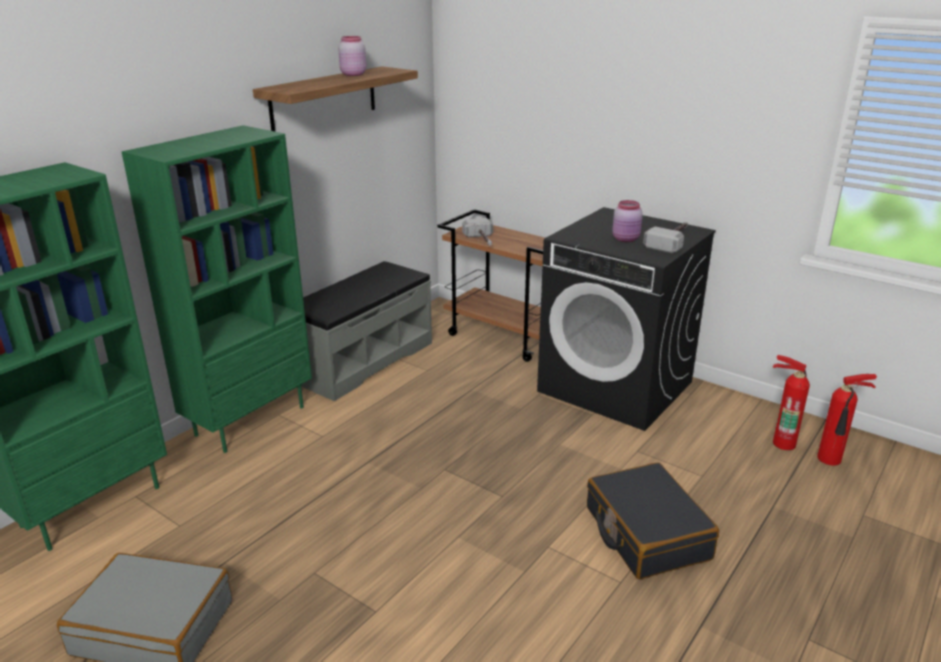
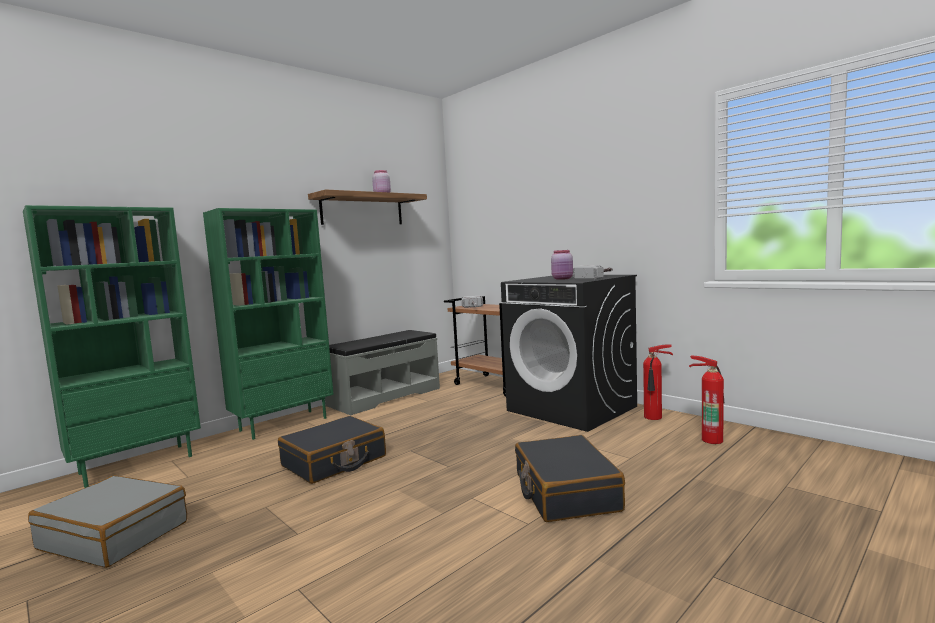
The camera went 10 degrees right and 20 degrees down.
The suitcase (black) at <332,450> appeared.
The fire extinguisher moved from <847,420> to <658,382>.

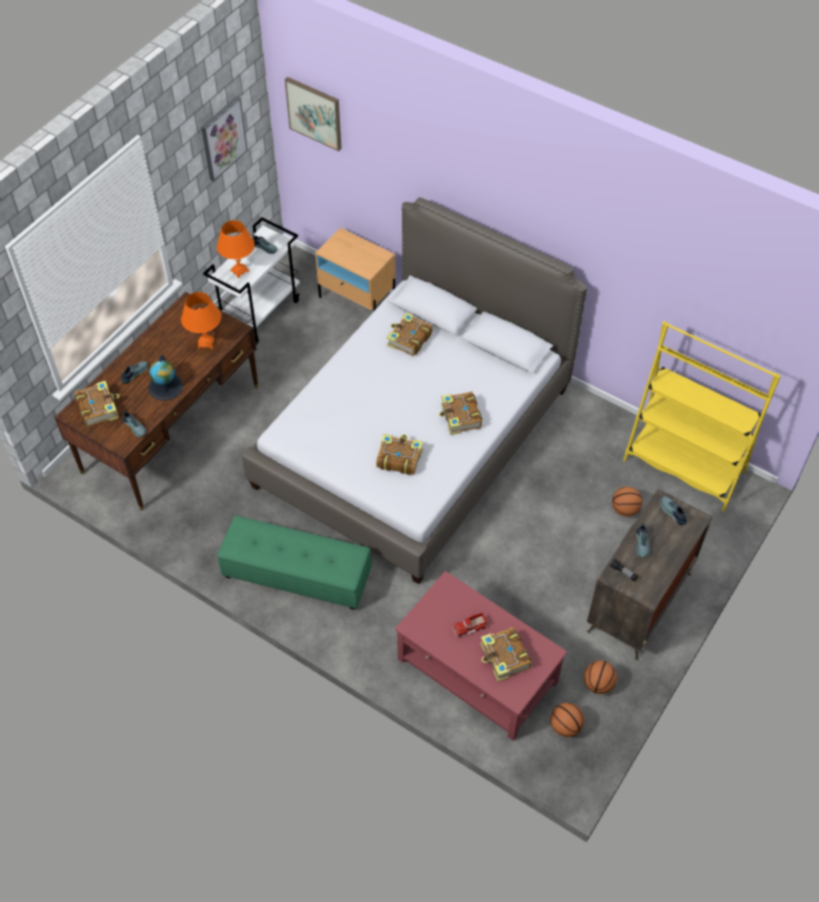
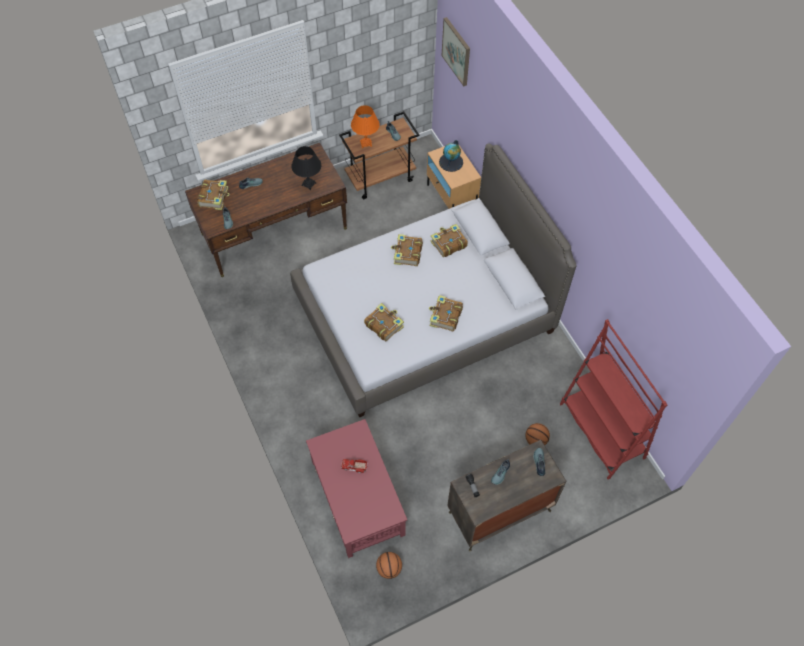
The camera went 30 degrees right and 5 degrees up.
The tabletop lamp (orange) at <201,320> became the tabletop lamp (black) at <306,168>.
The cart (white-coloured) at <251,281> became the cart (brown-coloured) at <379,155>.
The bound book moved from <506,654> to <407,250>.
The globe moved from <165,378> to <451,156>.
The shelving unit (yellowish) at <702,416> became the shelving unit (red) at <613,399>.
The wall art at <224,139> disappeared.
The footrest (green) at <294,562> disappeared.
The ball for basketball at <600,677> disappeared.

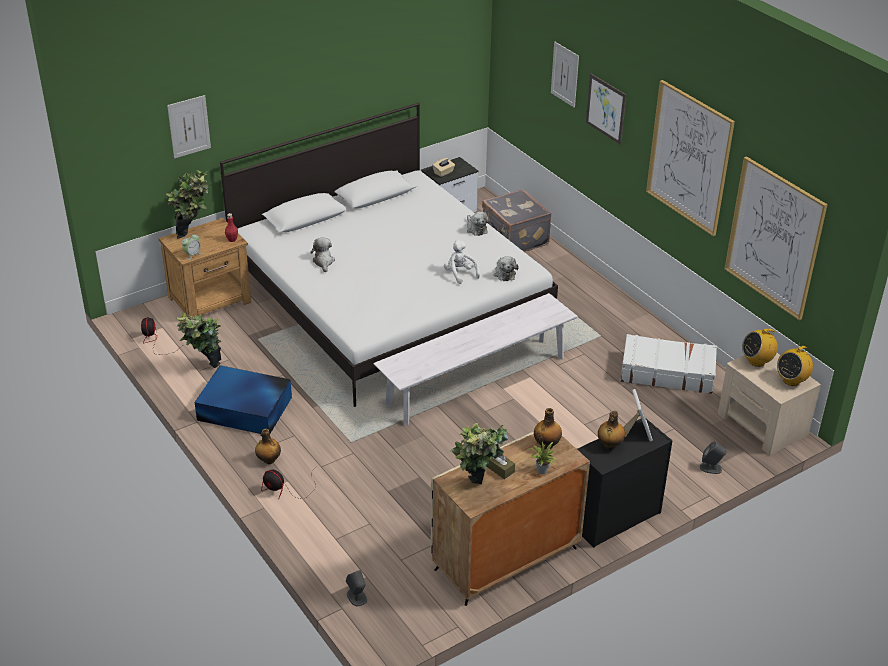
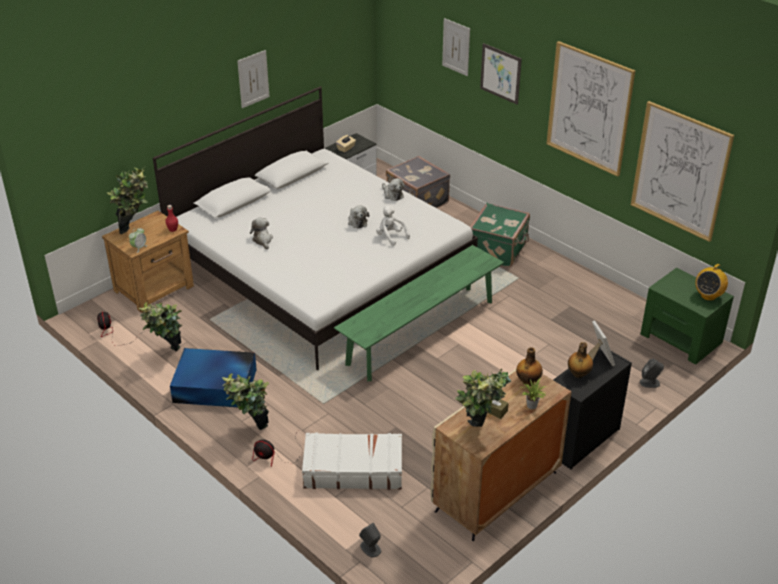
The camera went 10 degrees left and 0 degrees up.
The drink bottle at <268,446> was replaced by the potted plant at <245,401>.
The wall art moved from <189,126> to <253,79>.
The suitcase (white-coloured) moved from <668,364> to <352,461>.
The indoor bench (white-coloured) at <476,359> became the indoor bench (green) at <419,313>.
The plush toy moved from <506,268> to <358,217>.
The suitcase (green) at <500,235> appeared.
The nightstand (beige-coloured) at <769,404> became the nightstand (green) at <687,316>.
The radio set at <760,347> disappeared.

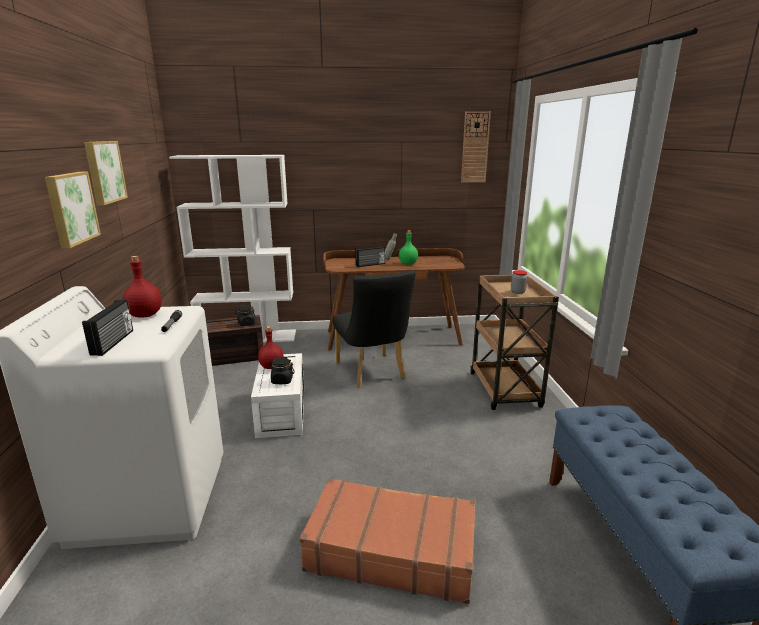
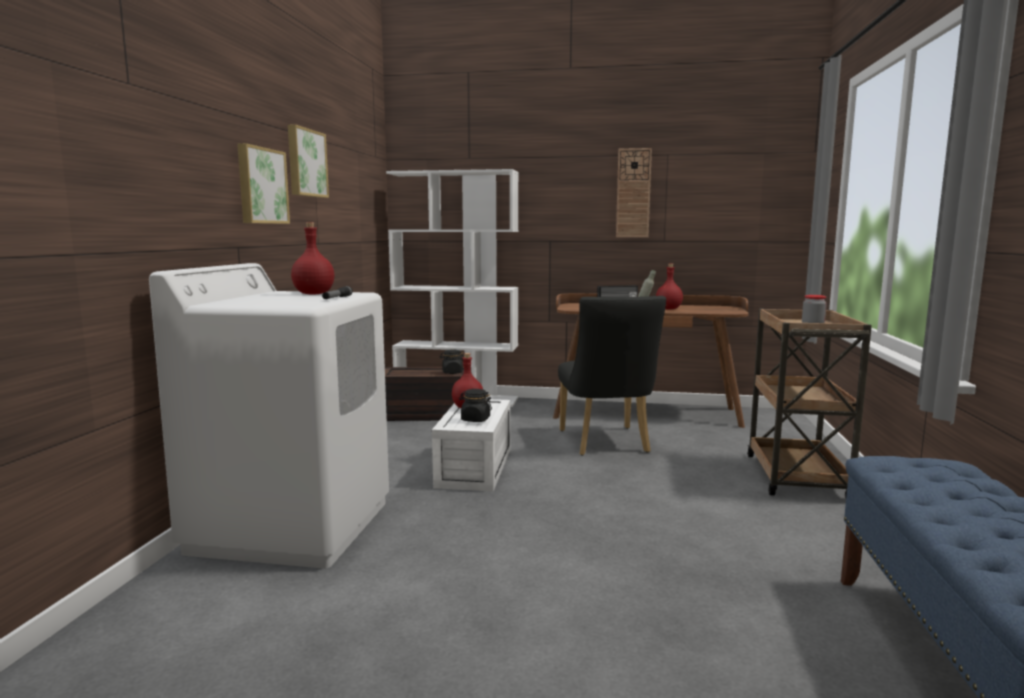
The camera went 15 degrees right and 10 degrees down.
The clock on the wall moved from <476,147> to <634,192>.
The drink bottle (green) at <408,247> became the drink bottle (red) at <669,286>.
The radio set at <107,328> disappeared.
The suitcase (brown-coloured) at <388,541> disappeared.

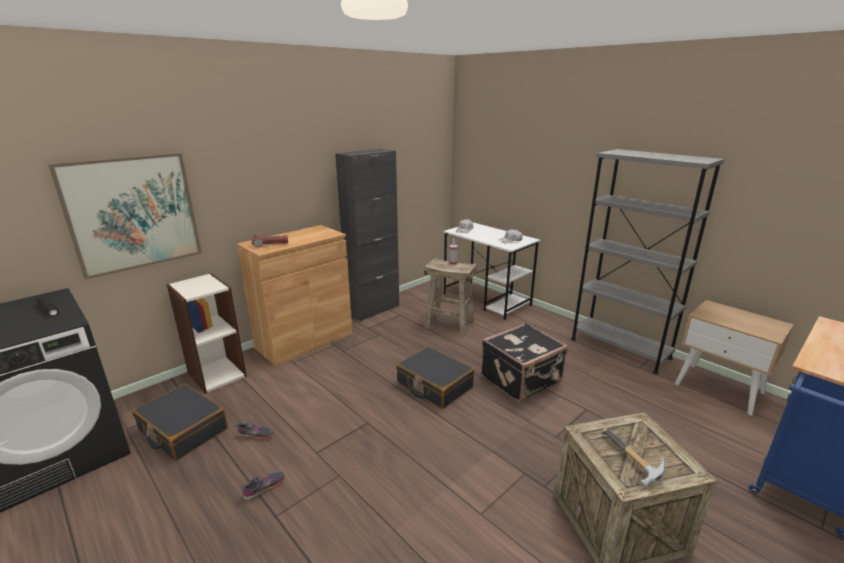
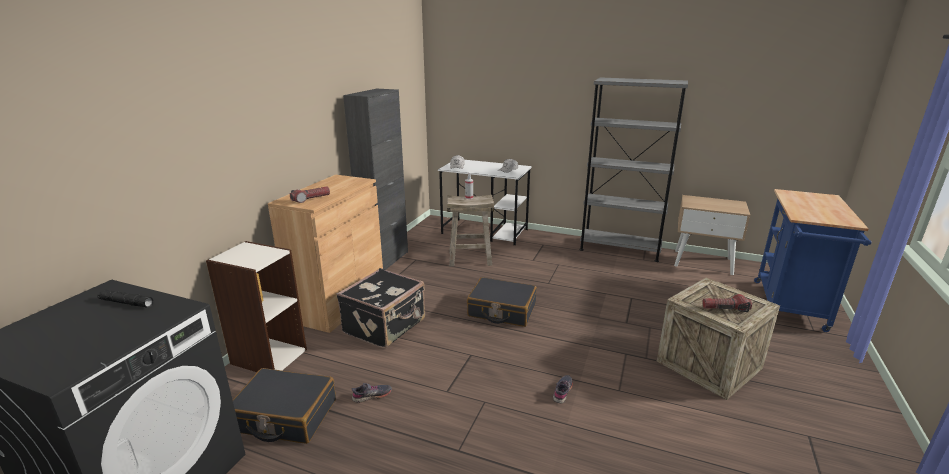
The camera went 25 degrees left and 0 degrees up.
The suitcase (black) moved from <524,362> to <380,308>.
The low shoe (gray) moved from <263,486> to <563,389>.
The tool hammer at <633,457> was replaced by the torch at <727,303>.
The wall art at <125,216> disappeared.

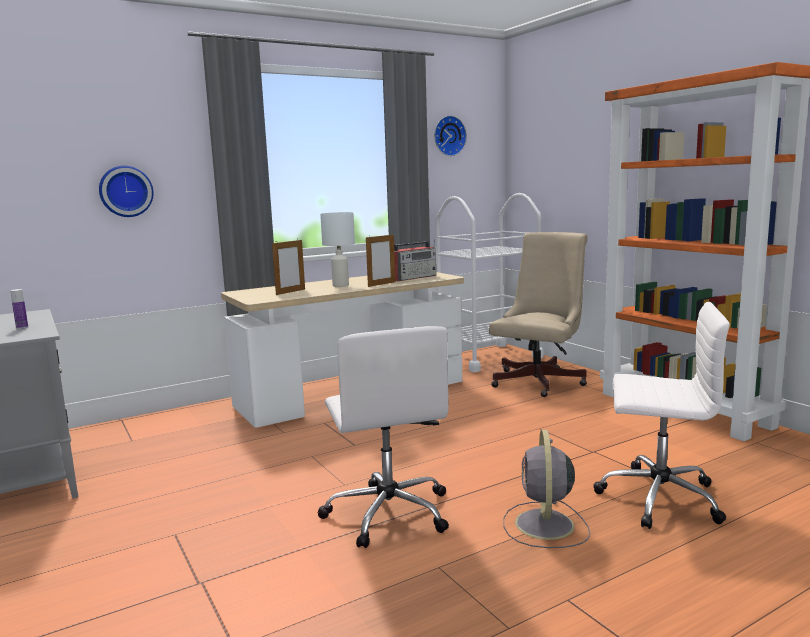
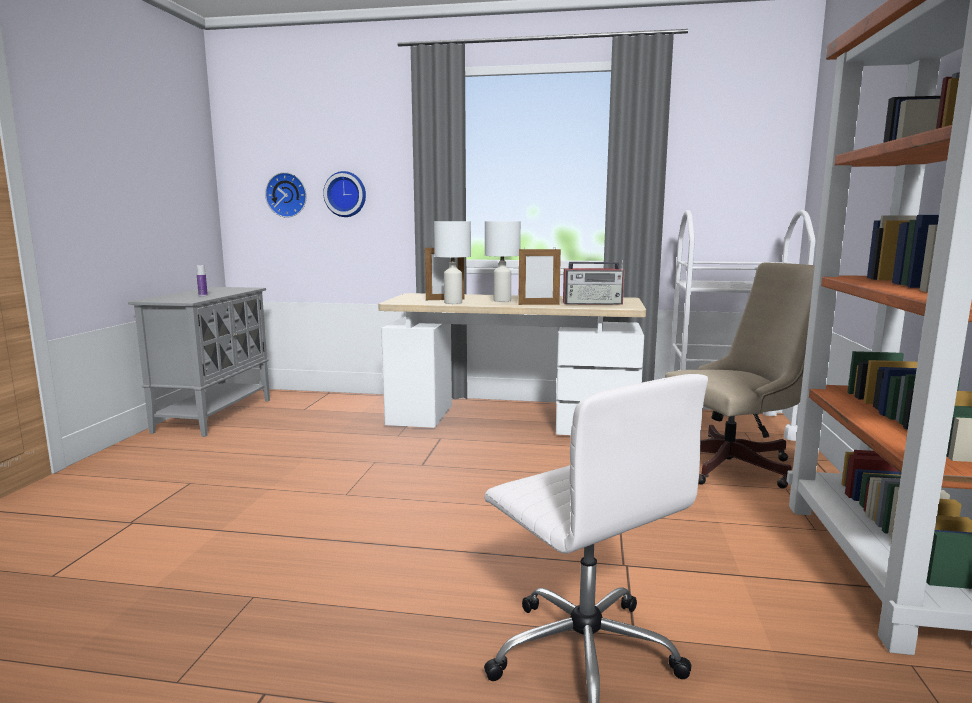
The camera went 40 degrees right and 0 degrees up.
The clock on the wall moved from <450,136> to <286,195>.
The tabletop lamp (white-coloured) at <452,262> appeared.
The desk chair (white-coloured) at <383,437> disappeared.
The fan (gray) at <546,489> disappeared.

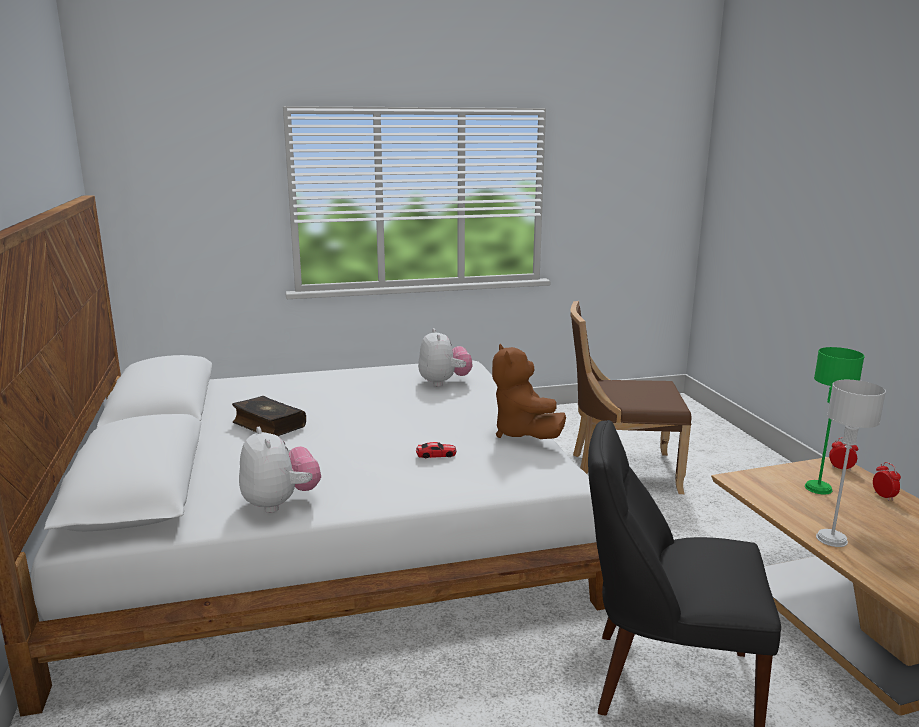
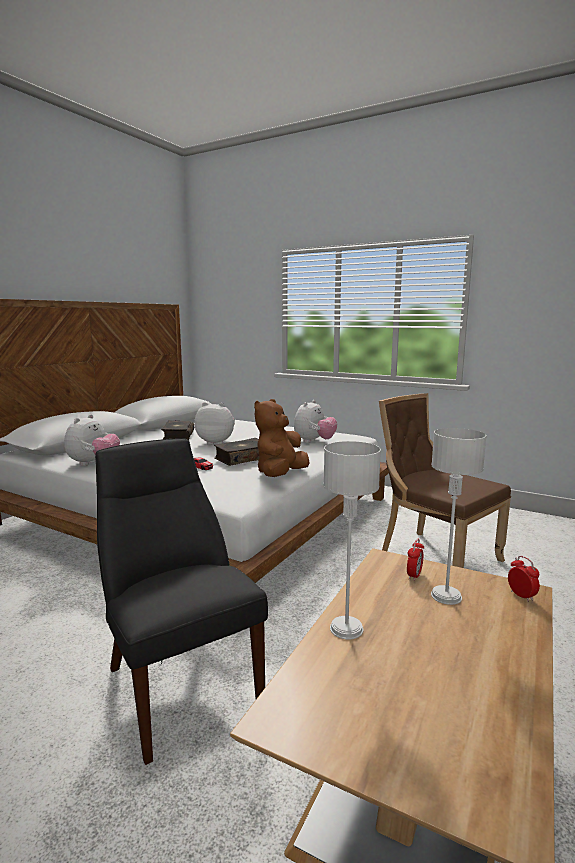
The camera went 45 degrees right and 5 degrees down.
The plush toy at <214,423> appeared.
The bound book at <236,452> appeared.
The alarm clock moved from <887,481> to <415,560>.
The tabletop lamp (green) at <834,421> became the tabletop lamp (gray) at <459,516>.

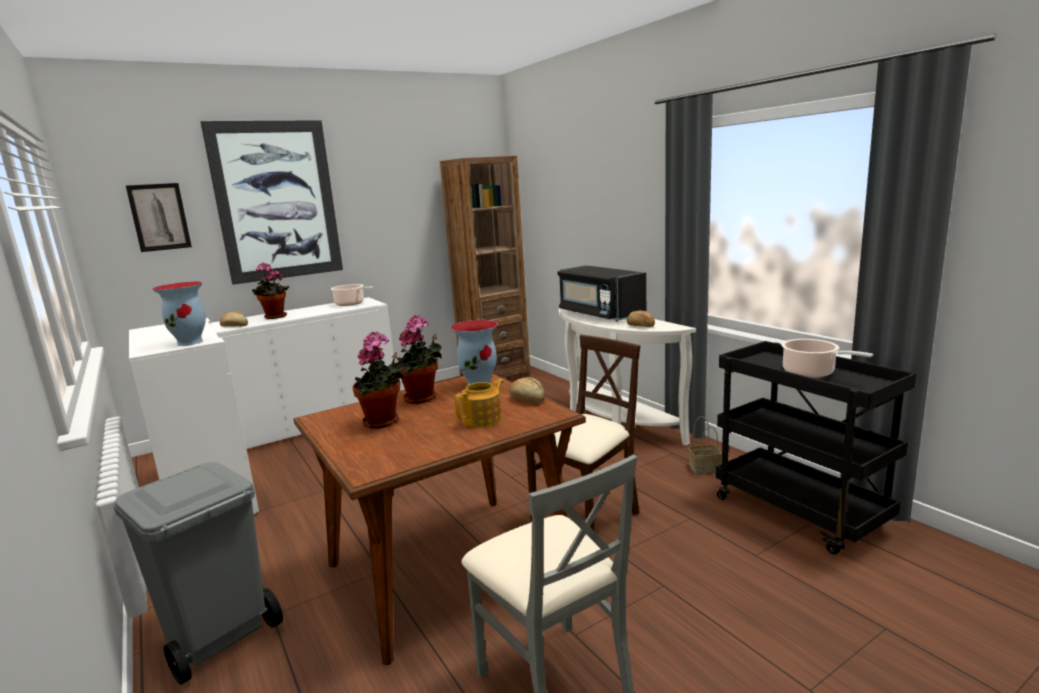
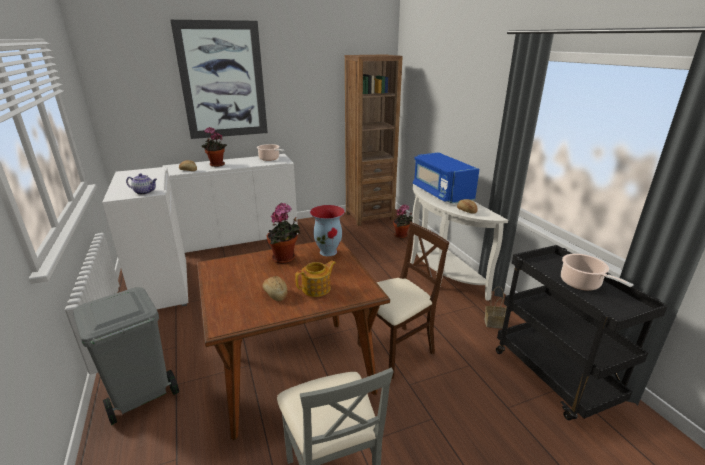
The camera went 10 degrees right and 10 degrees up.
The flower vase at <179,313> was replaced by the tea pot at <141,184>.
The bakery bread moved from <527,390> to <275,288>.
The potted plant moved from <378,380> to <403,221>.
The kitchen microwave (black) at <602,293> became the kitchen microwave (blue-coloured) at <446,177>.
The wall art at <159,217> disappeared.

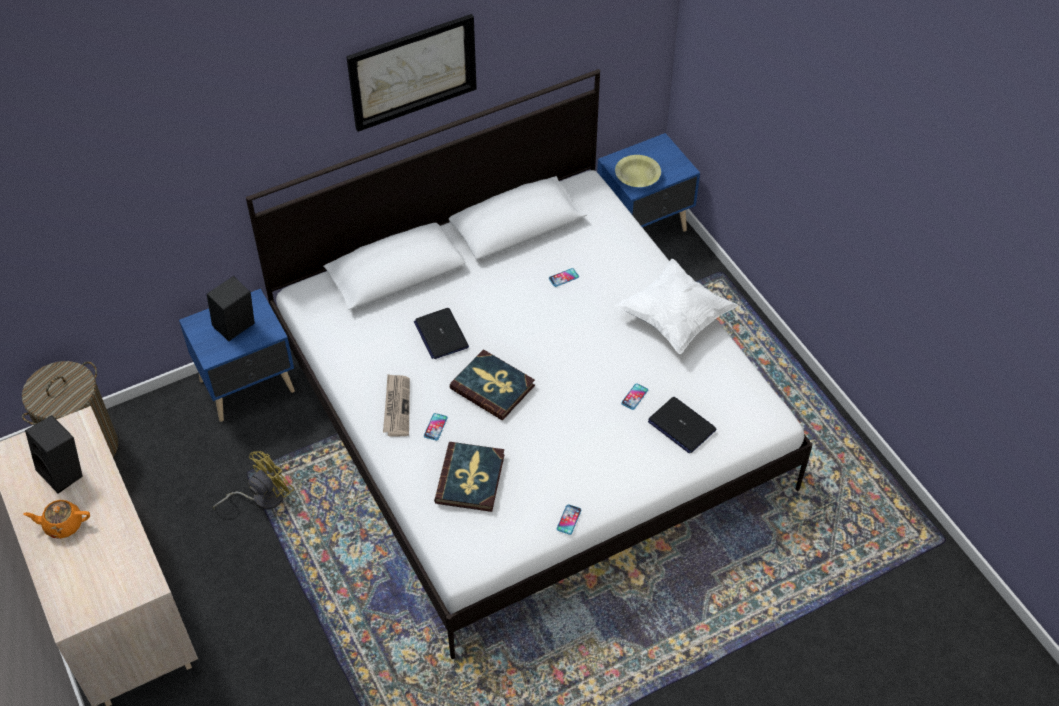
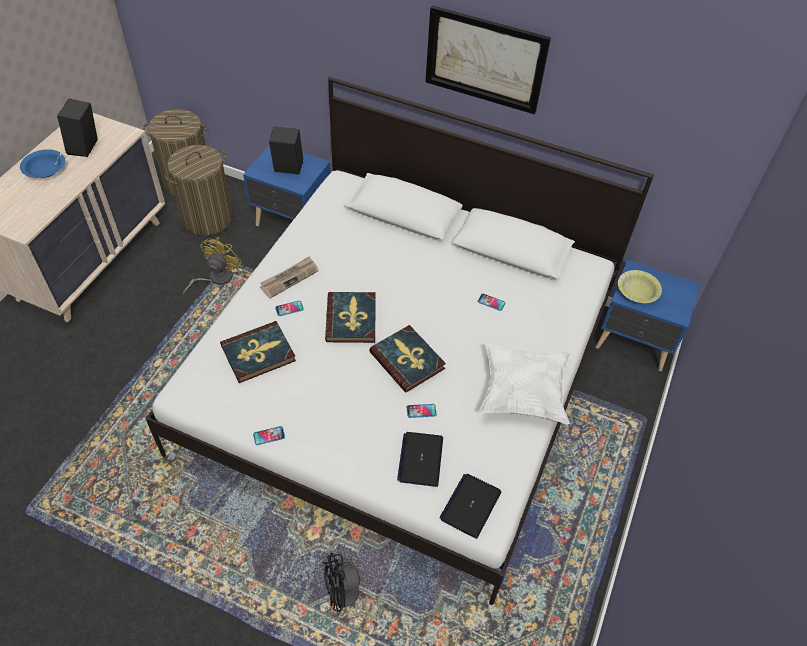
The camera went 50 degrees right and 0 degrees up.
The tea pot (orange) at <56,519> was replaced by the serving bowl (blue-coloured) at <42,163>.
The hamper at <198,190> appeared.
The fan (yellowish) at <253,480> turned 75 degrees counterclockwise.
The fan (black) at <360,586> appeared.
The bound book at <407,359> appeared.
The laptop moved from <441,333> to <470,506>.

